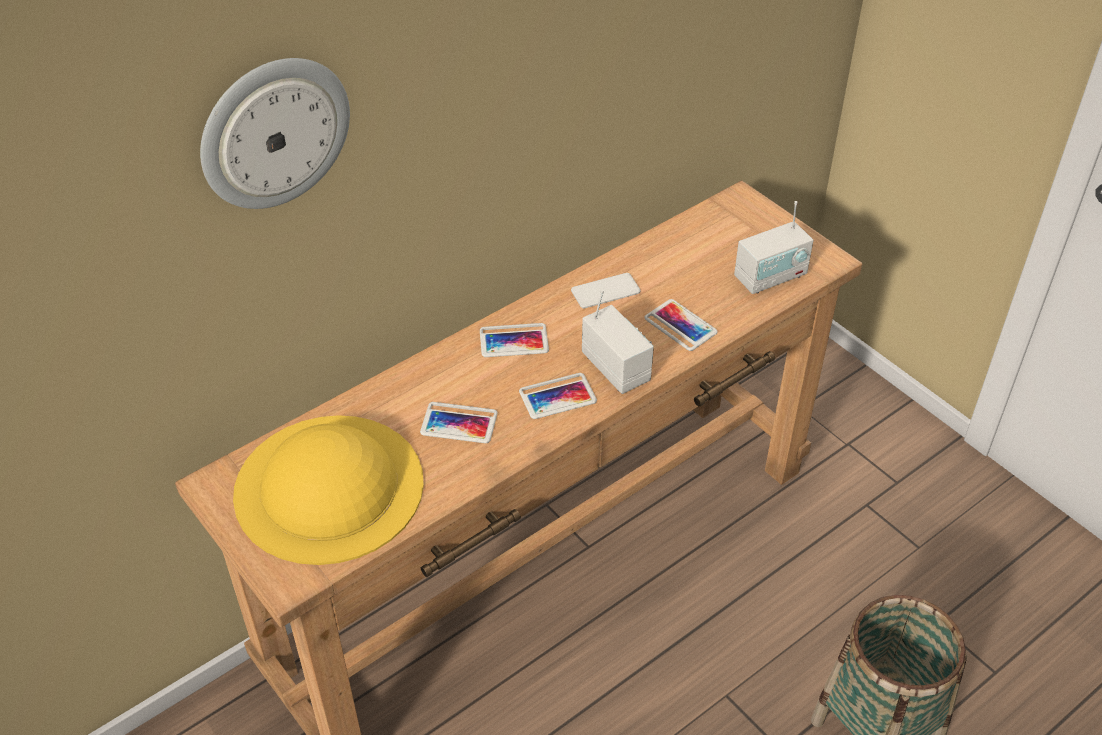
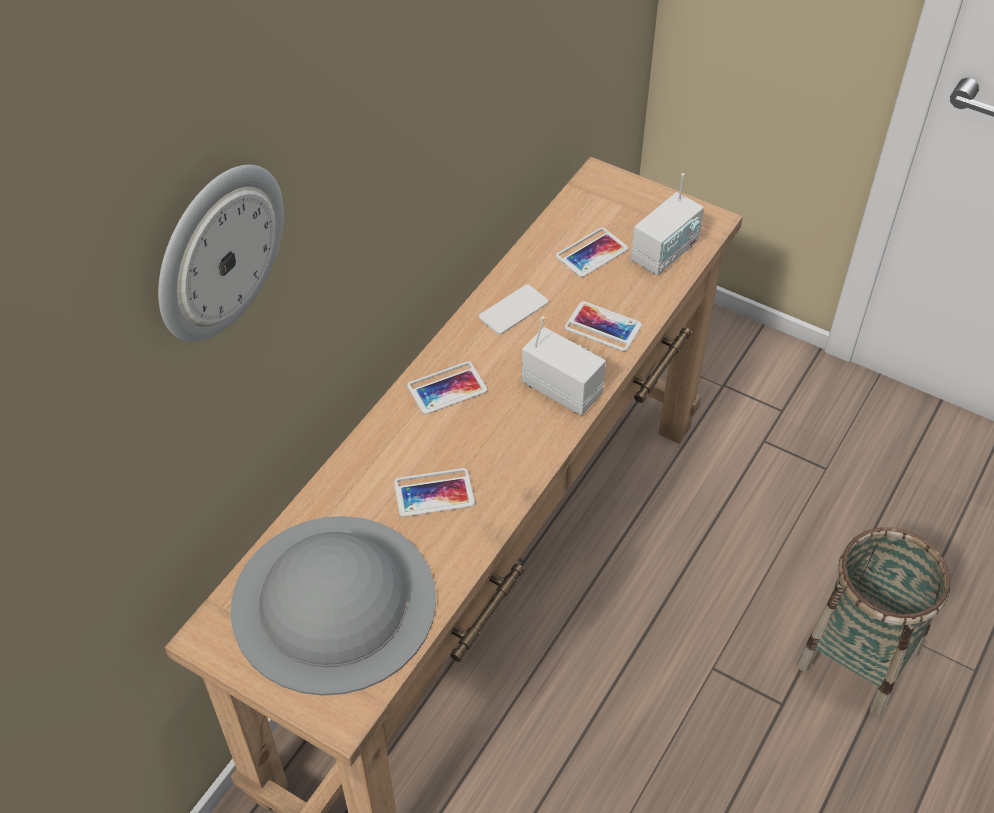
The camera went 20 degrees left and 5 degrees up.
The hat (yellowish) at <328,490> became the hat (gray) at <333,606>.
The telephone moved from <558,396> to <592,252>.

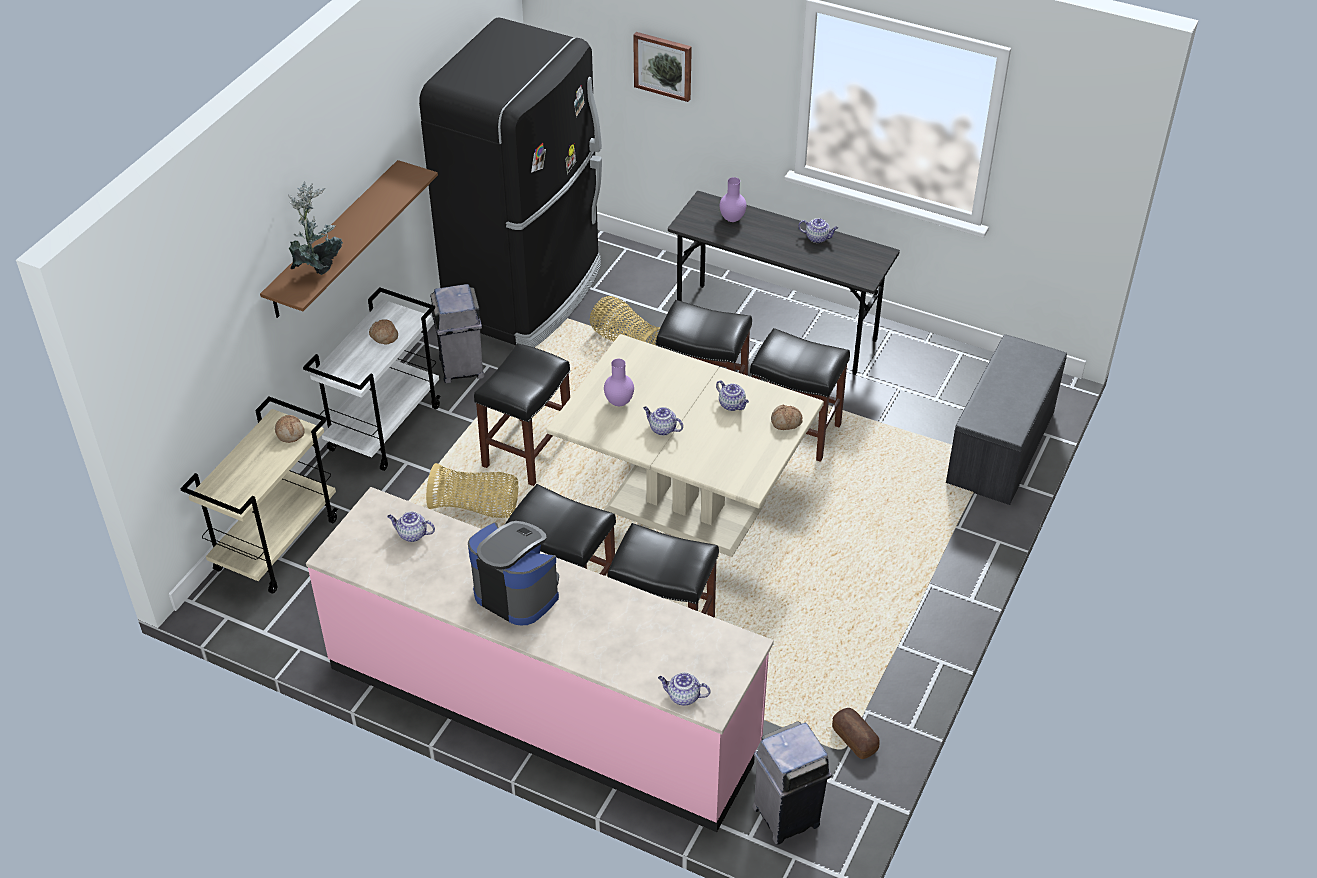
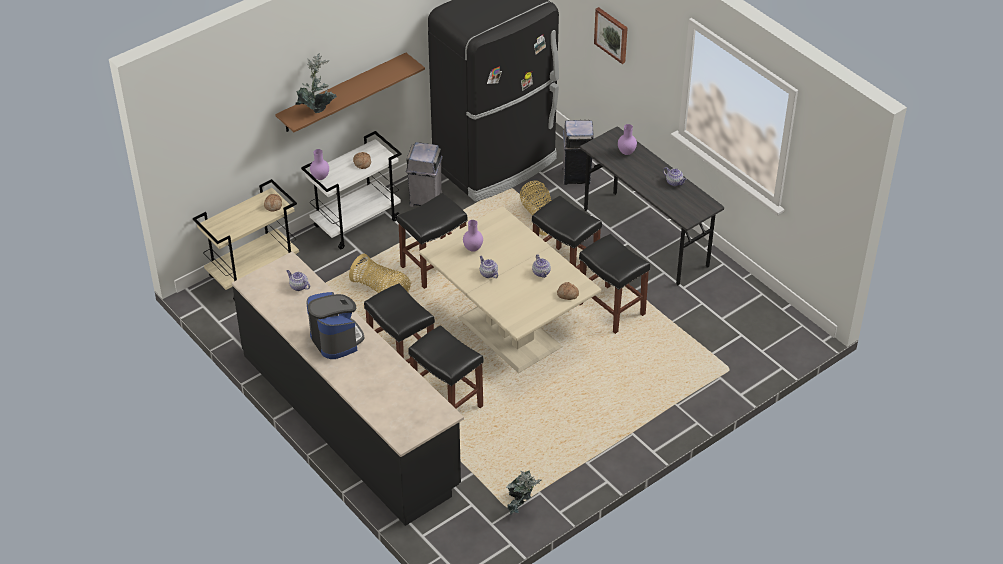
The camera went 25 degrees right and 0 degrees up.
The kitchen counter (pink-coloured) at <540,659> became the kitchen counter (black) at <348,388>.
The flower vase (purple-coloured) at <319,164> appeared.
The bakery bread at <856,733> was replaced by the potted plant at <524,493>.
The waste bin (gray) moved from <792,783> to <578,152>.
The tea pot at <684,689> disappeared.
The indoor bench (gray) at <1006,419> disappeared.

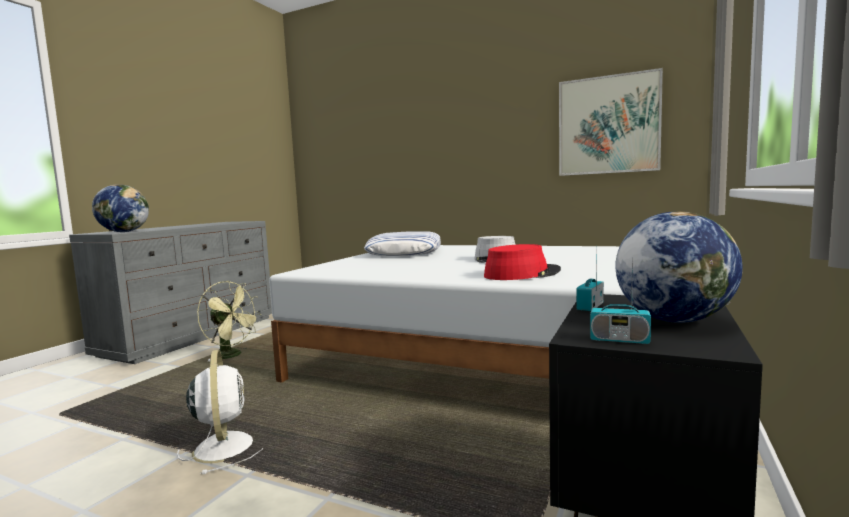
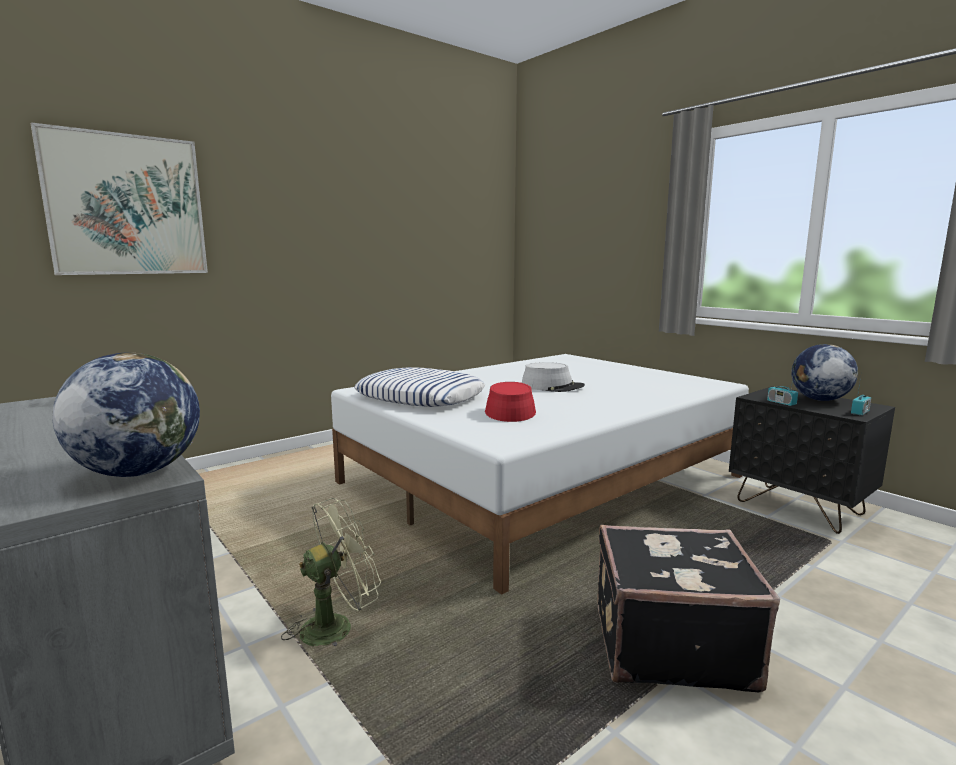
The camera went 65 degrees left and 5 degrees up.
The wall art moved from <611,122> to <119,198>.
The hat (red) moved from <522,262> to <510,402>.
The fan (white-coloured) at <220,412> was replaced by the suitcase (black) at <688,608>.

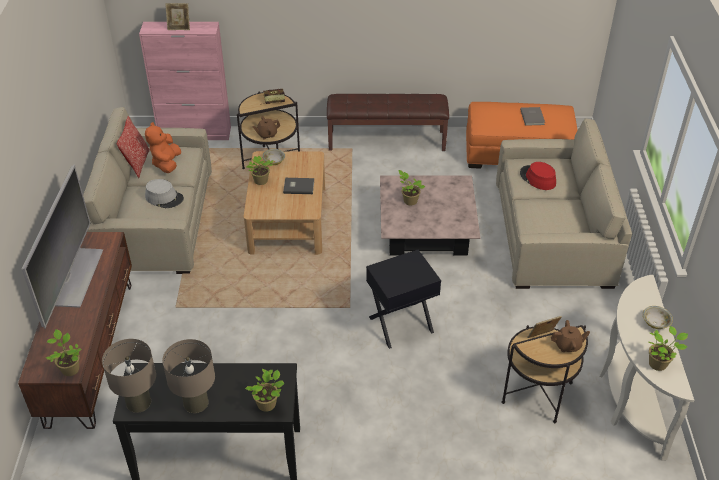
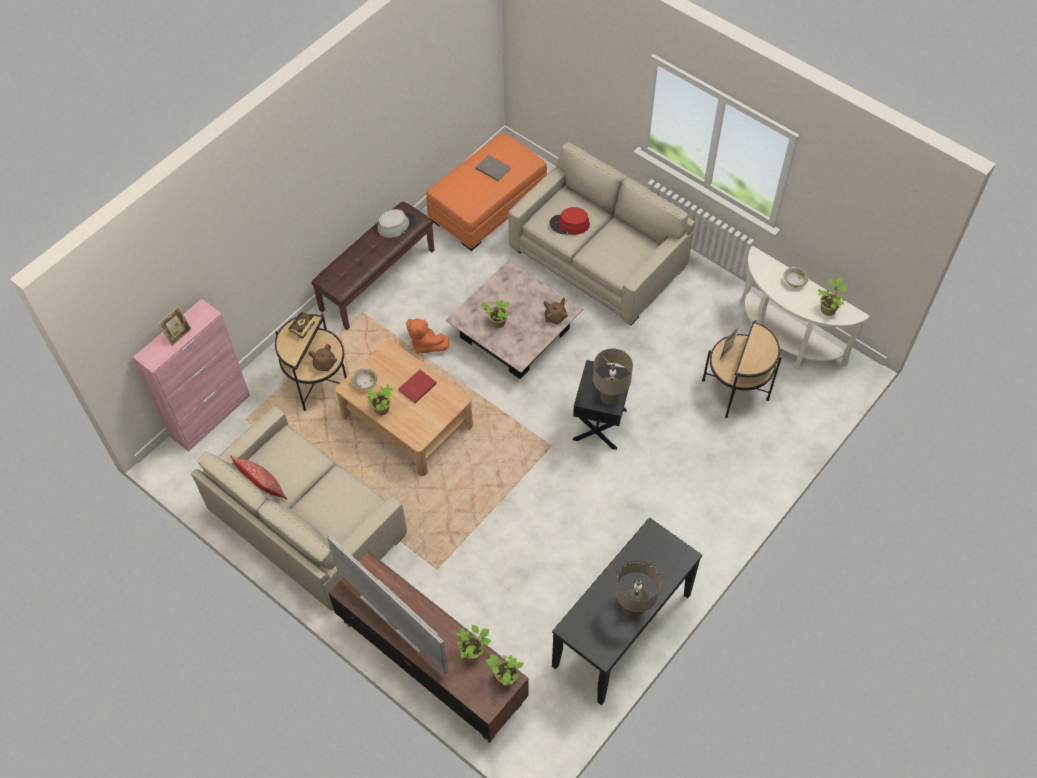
The camera went 50 degrees left and 15 degrees up.
The hat (gray) moved from <164,193> to <397,223>.
The bound book (gray) at <298,186> became the bound book (red) at <417,386>.
The plush toy (orange) moved from <163,147> to <427,336>.
The potted plant moved from <265,390> to <473,643>.
The tea pot (brown-coloured) moved from <570,336> to <556,311>.
The tabletop lamp (beige-coloured) moved from <129,376> to <613,376>.

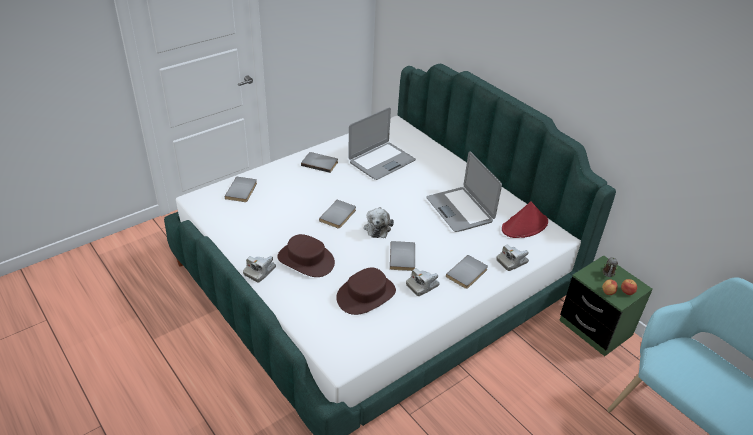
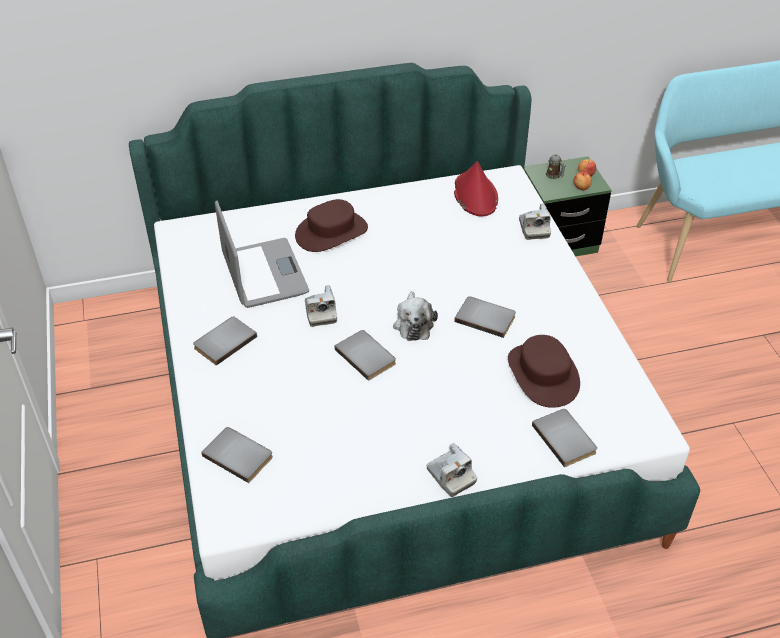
The camera went 65 degrees left and 5 degrees up.
The hat (brown-coloured) moved from <306,255> to <331,225>.
The still camera moved from <423,282> to <321,306>.
The plush toy at <379,222> turned 60 degrees clockwise.
The bound book (gray) moved from <467,272> to <564,438>.
The laptop at <464,191> disappeared.

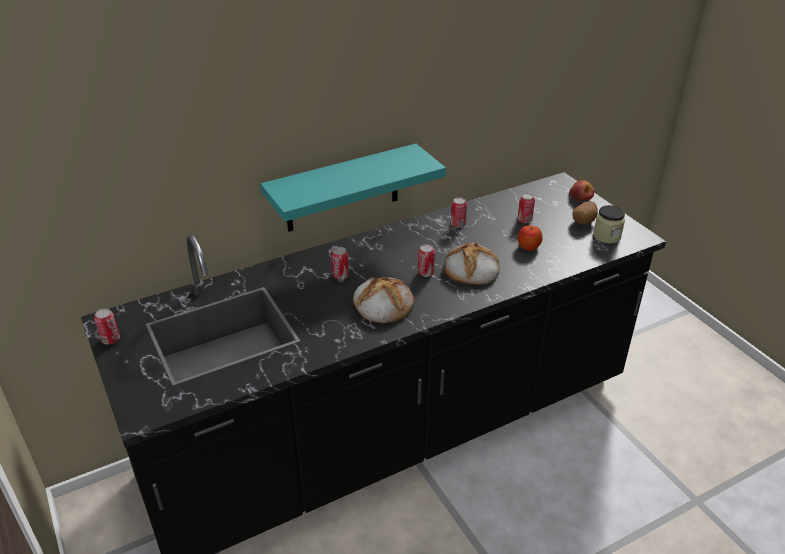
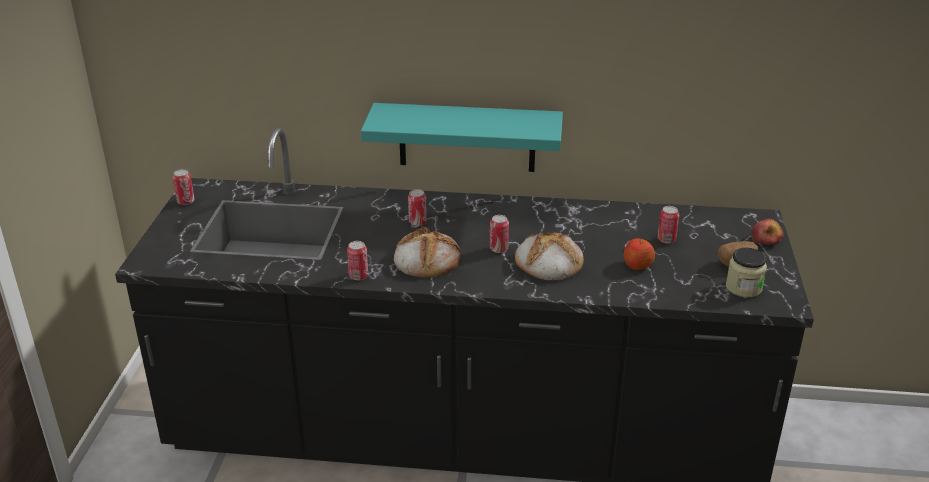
The camera went 35 degrees right and 5 degrees down.
The sealed can moved from <459,212> to <357,260>.

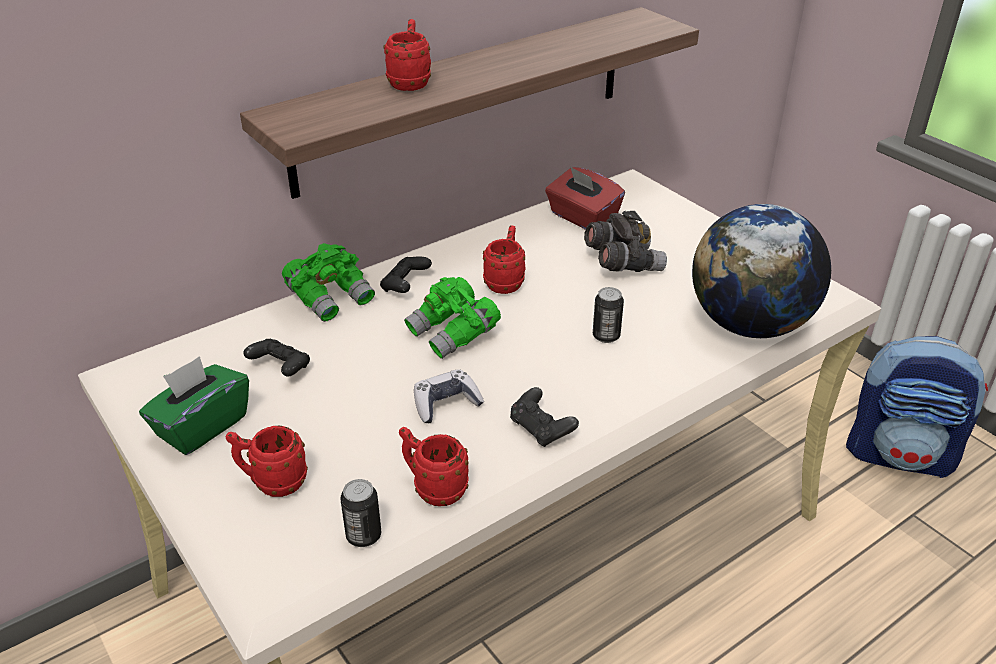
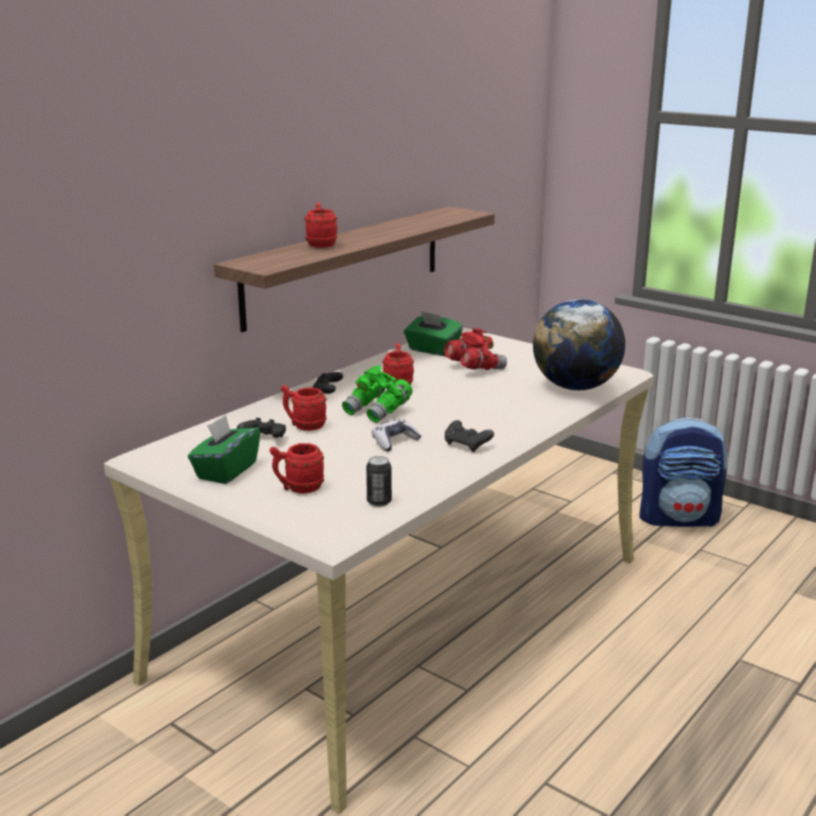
The camera went 15 degrees left and 15 degrees down.
The mug (red) moved from <434,466> to <304,408>.
The tissue box (red) at <585,198> became the tissue box (green) at <433,333>.
The pair of binoculars (gray) at <625,241> became the pair of binoculars (red) at <475,349>.
The pair of binoculars (green) at <328,282> disappeared.
The sealed can at <608,315> disappeared.

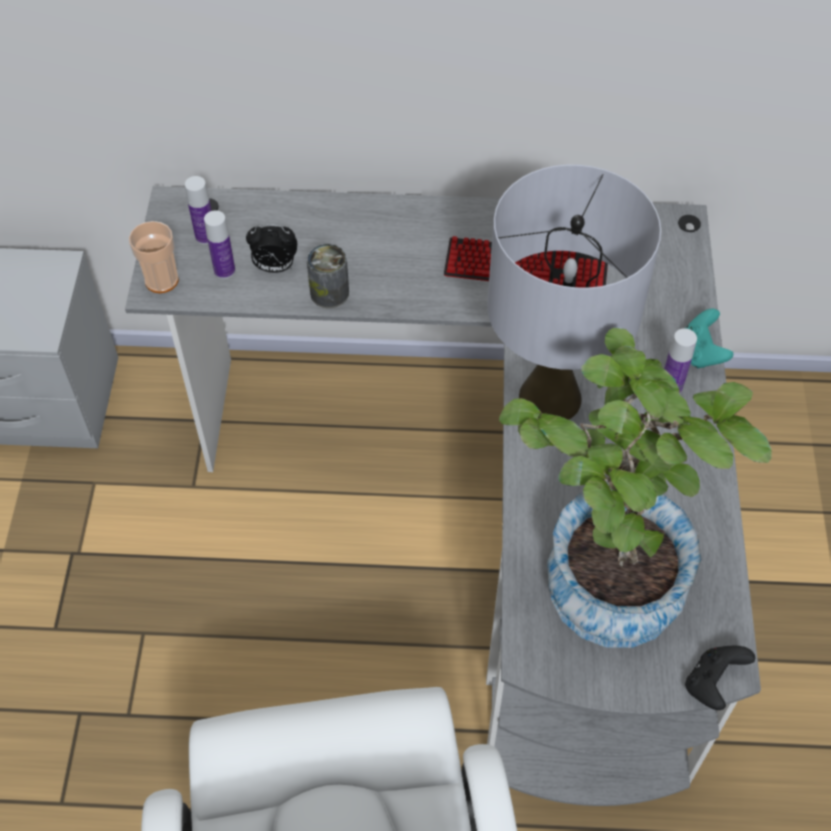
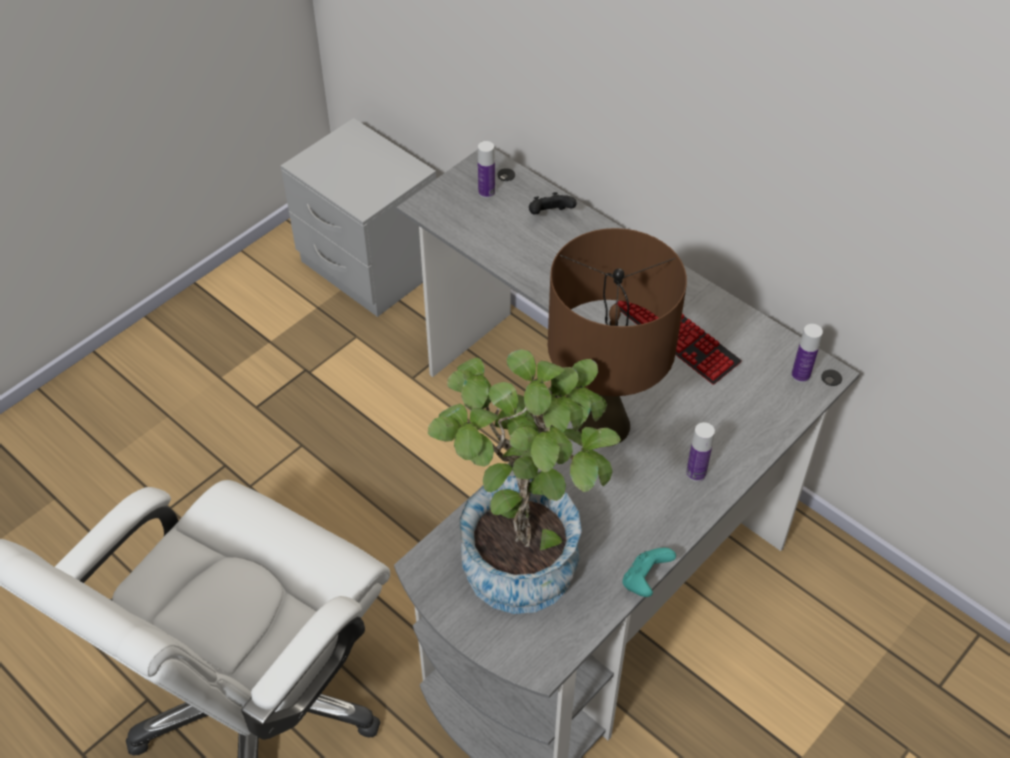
The camera went 40 degrees right and 5 degrees down.
The joypad (black) moved from <720,678> to <553,203>.
The tabletop lamp (gray) at <574,292> became the tabletop lamp (brown-coloured) at <617,337>.
The joypad (turquoise-coloured) moved from <709,338> to <649,572>.
The drink bottle moved from <219,244> to <807,353>.
The drinking cup at <154,257> disappeared.
The alarm clock at <271,248> disappeared.
The sealed can at <328,276> disappeared.

